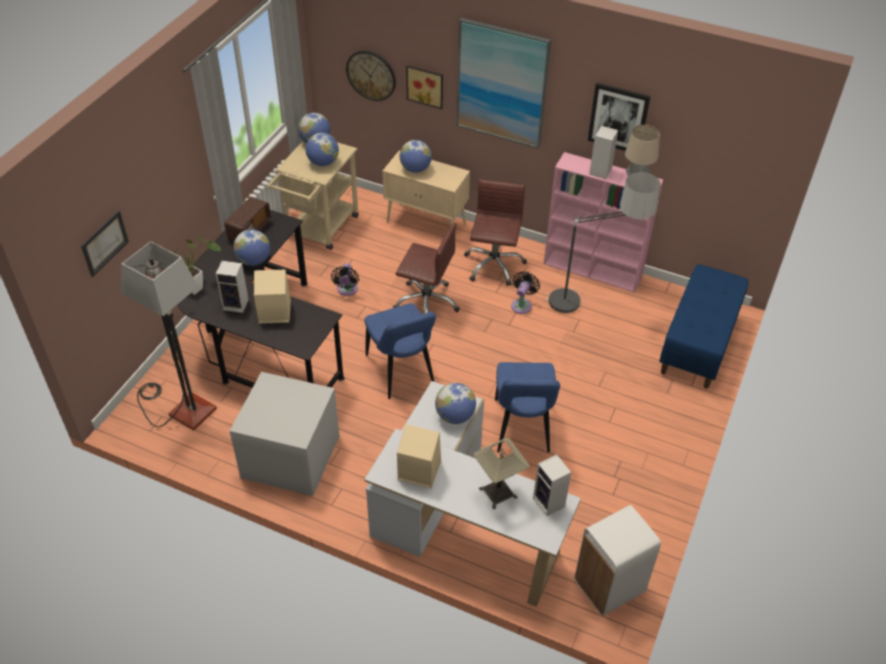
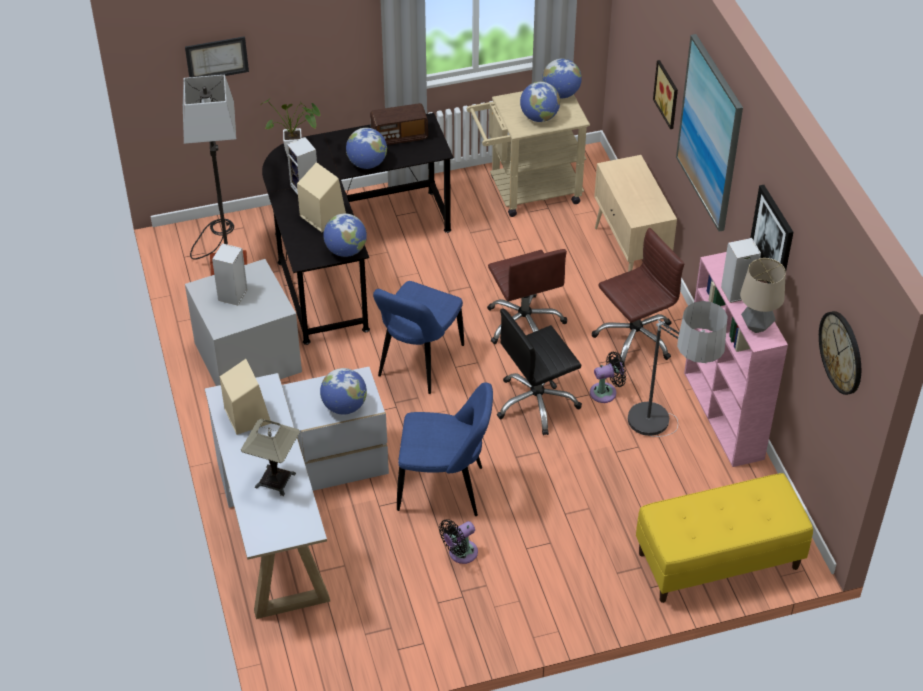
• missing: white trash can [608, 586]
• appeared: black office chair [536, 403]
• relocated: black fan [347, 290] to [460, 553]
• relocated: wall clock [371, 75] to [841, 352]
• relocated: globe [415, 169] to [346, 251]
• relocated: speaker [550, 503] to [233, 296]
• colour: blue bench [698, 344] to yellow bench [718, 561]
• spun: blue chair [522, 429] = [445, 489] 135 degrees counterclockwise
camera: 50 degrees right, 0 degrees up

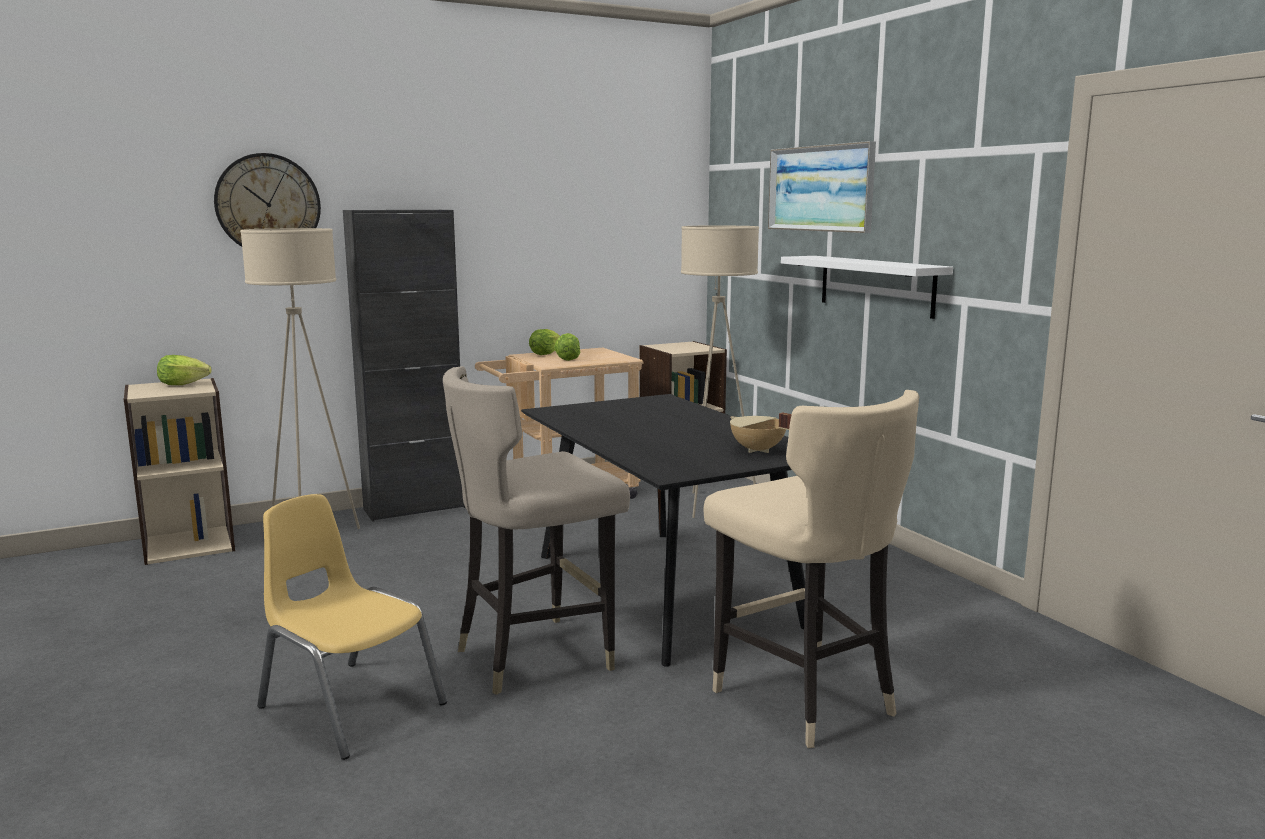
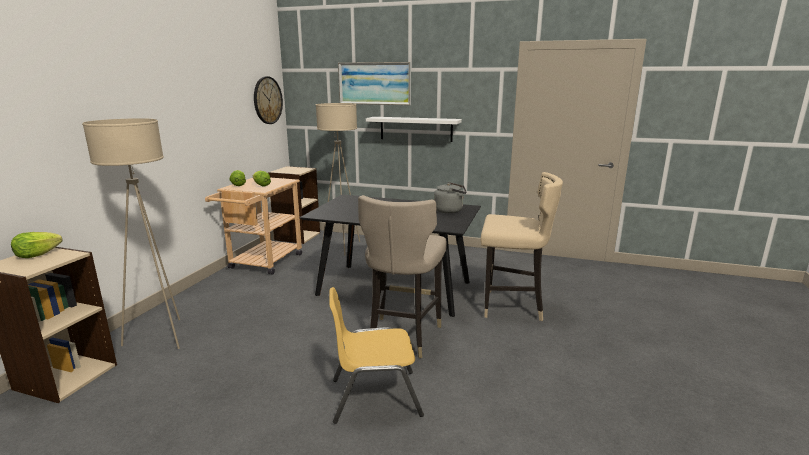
• missing: black cabinet [414, 508]
• relocated: wall clock [268, 204] to [267, 100]
• exchanged: beige cooking pot [757, 450] to grey kettle [450, 210]
camera: 45 degrees left, 5 degrees up

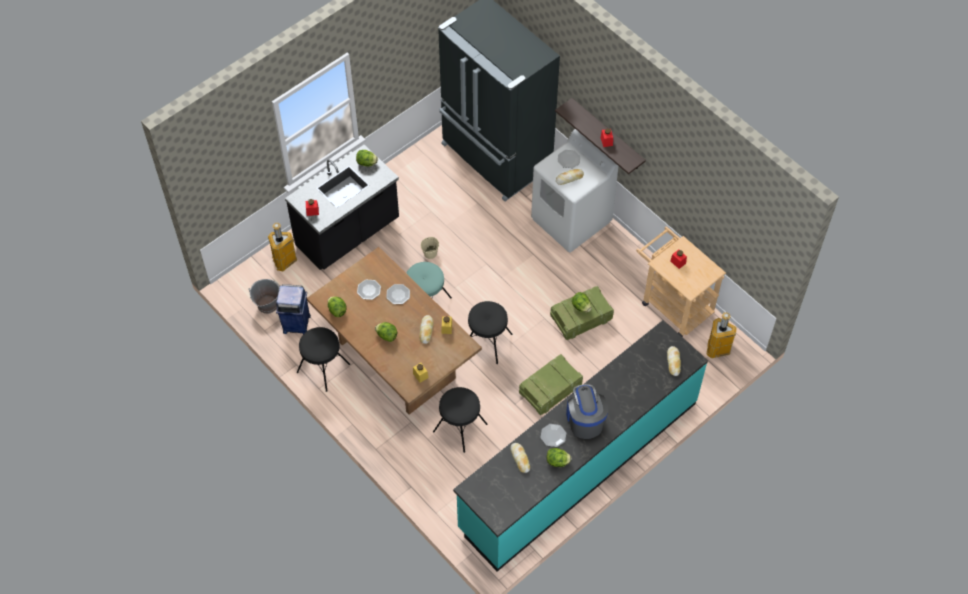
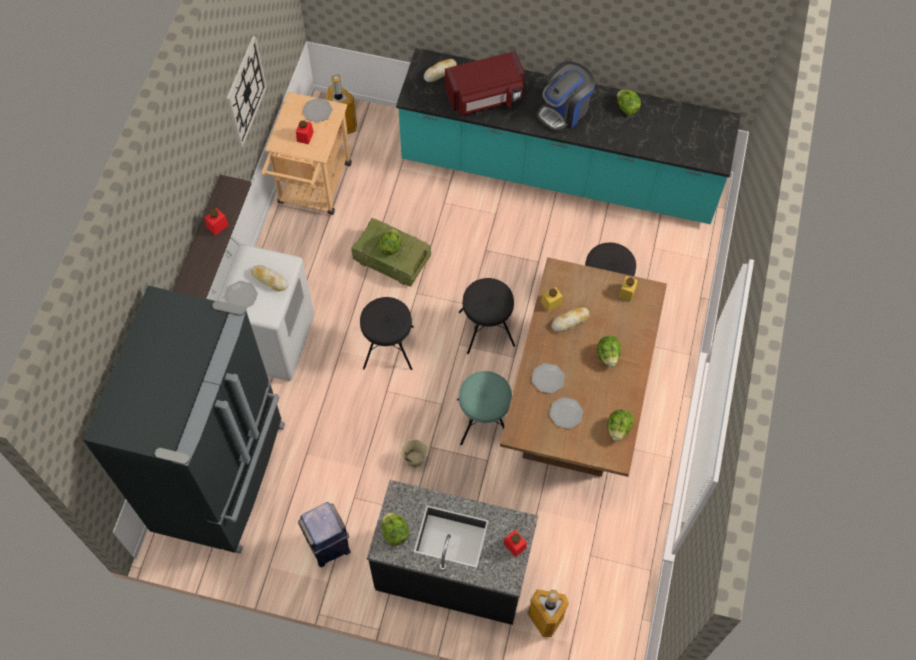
• missing: grey bucket [267, 305]
• missing: bread [520, 459]
• missing: crate [549, 390]
• appeared: wall clock [245, 92]
• appeared: red microwave [485, 98]
• relocated: blue trash can [296, 324] to [328, 546]
• relocated: black stool [323, 368] to [388, 347]
• relocated: plate [553, 435] to [317, 111]
camera: 125 degrees left, 5 degrees up

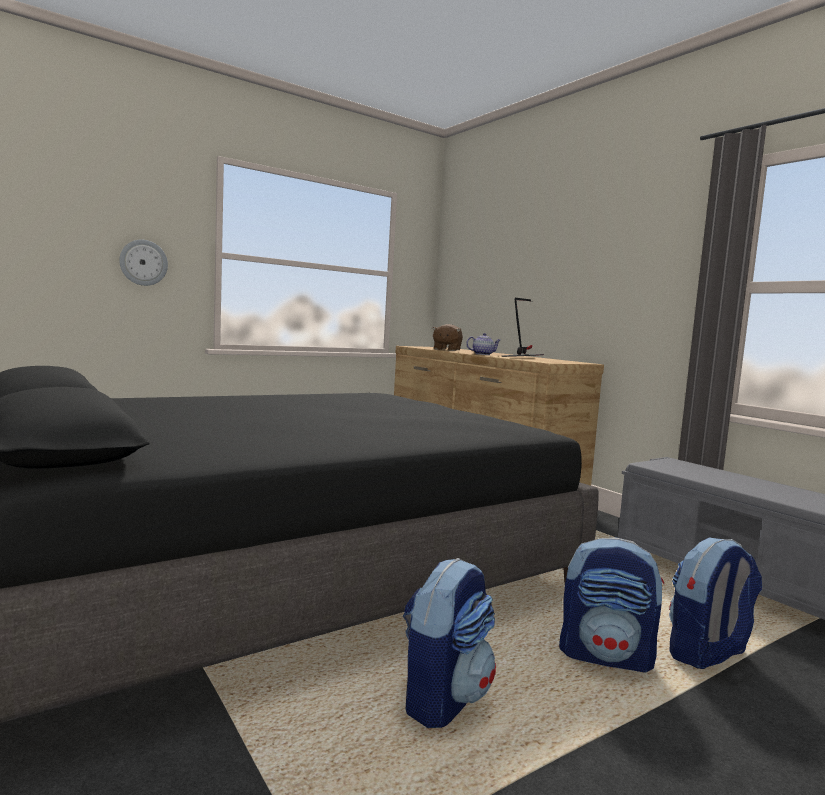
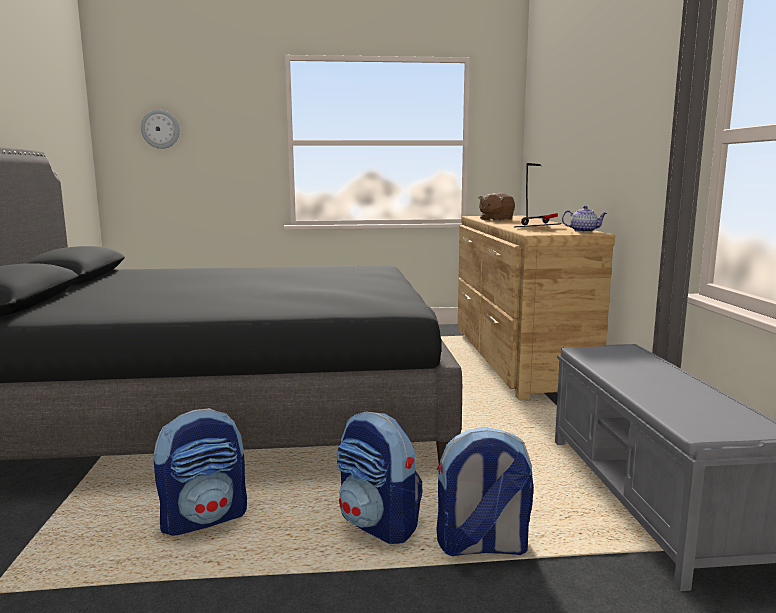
• relocated: wall clock [143, 262] to [160, 129]
• relocated: teapot [483, 354] to [583, 231]
camera: 30 degrees right, 5 degrees up

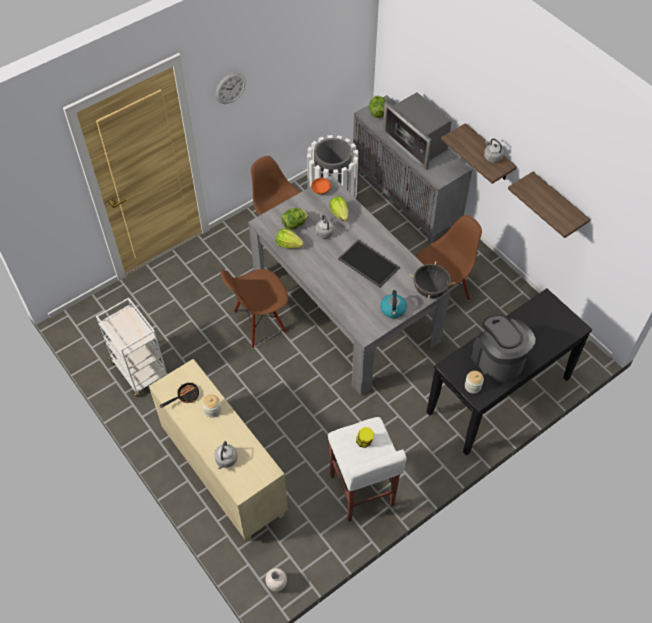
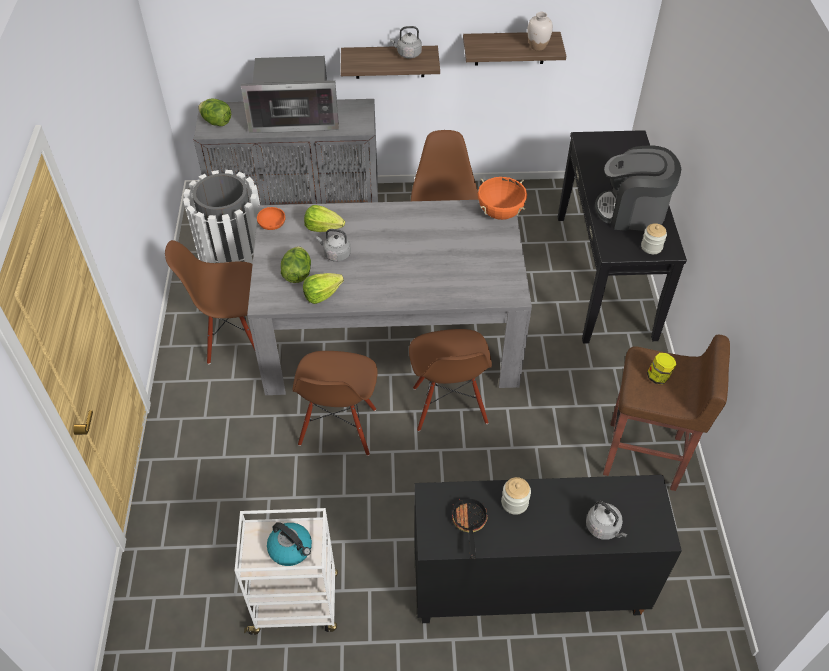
• missing: wall clock [230, 88]
• missing: tray [369, 263]
• appeared: brown chair [448, 406]
• relocated: white vase [276, 585] to [537, 46]
• relocated: kettle [393, 310] to [291, 549]
• colour: beige cabinet [223, 473] to black cabinet [526, 589]
• colour: white stool [361, 491] to brown stool [643, 457]
• colour: black cooking pot [430, 290] to orange cooking pot [500, 213]
camera: 55 degrees left, 5 degrees down

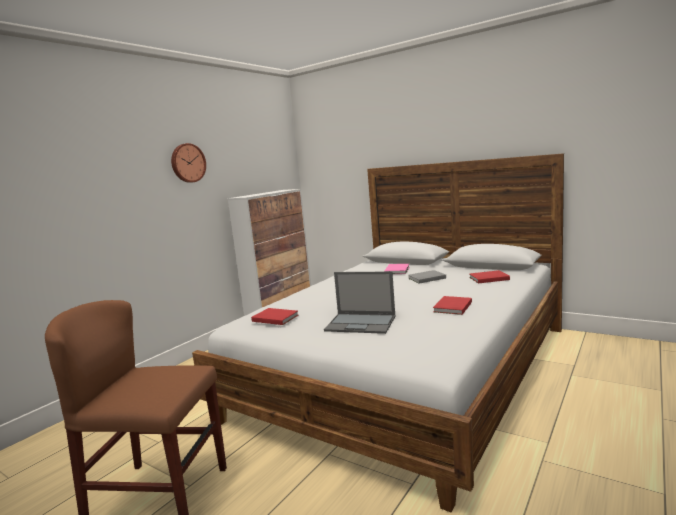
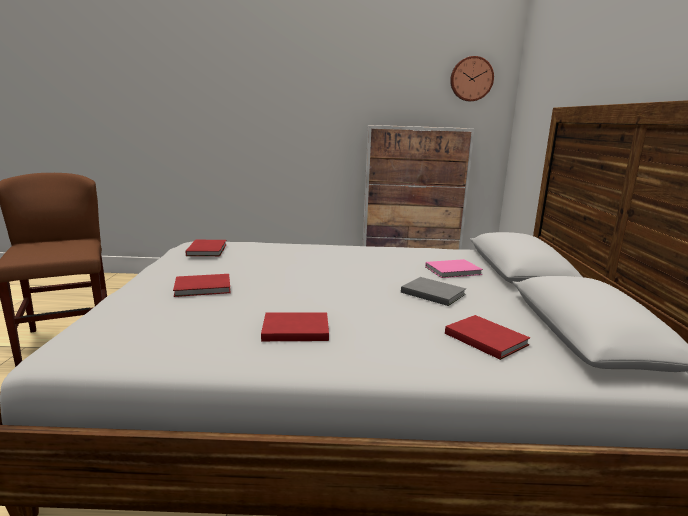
• relocated: wall clock [187, 163] to [471, 79]
• exchanged: laptop [361, 323] to red book [204, 288]
camera: 55 degrees right, 5 degrees up

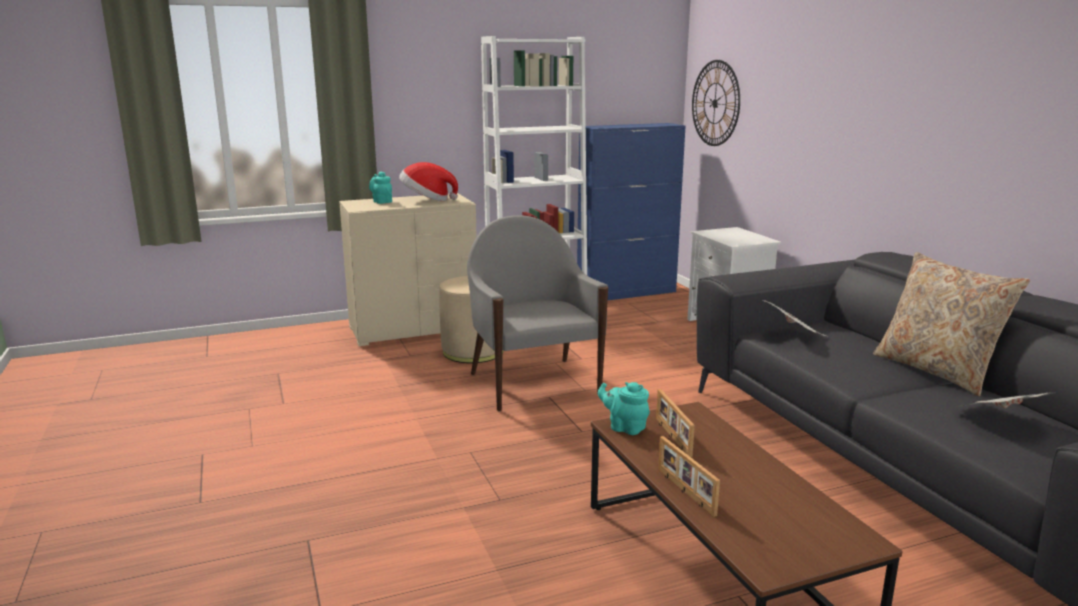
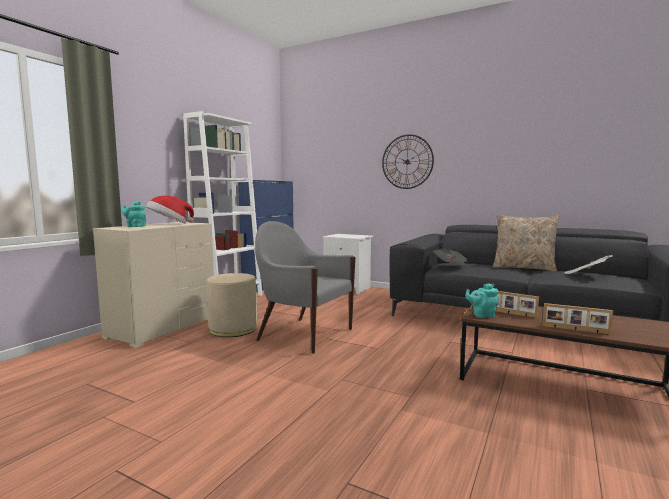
• relocated: wall clock [715, 103] to [407, 161]
camera: 40 degrees left, 10 degrees down

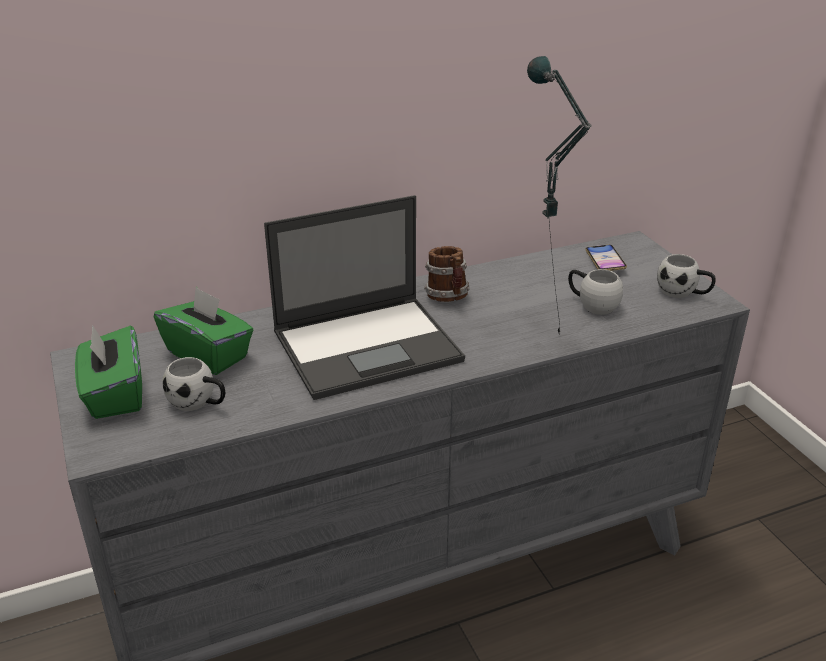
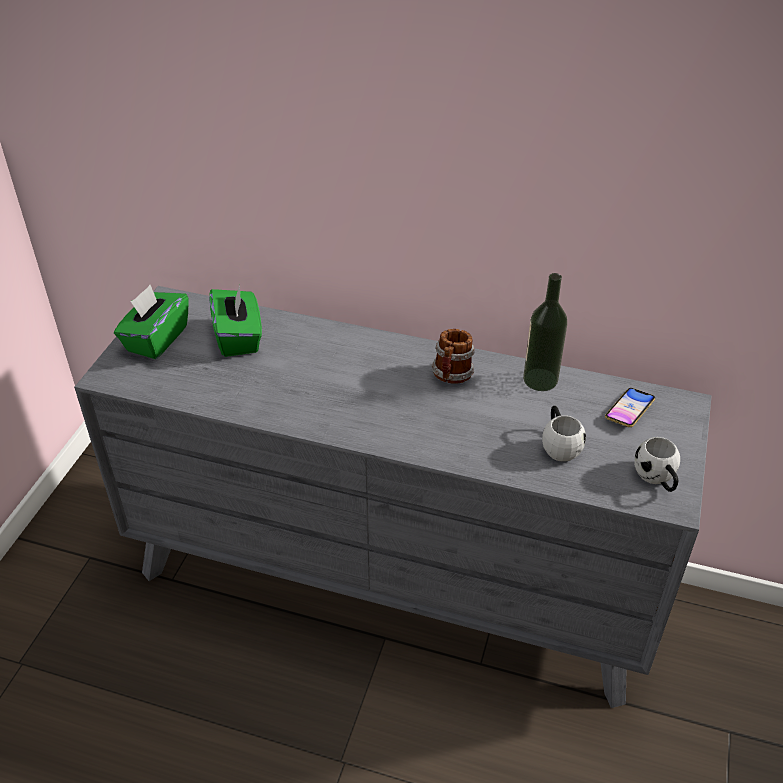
• missing: white mug [199, 403]
• missing: laptop [369, 346]
• missing: table lamp [540, 329]
• appeared: bottle [540, 379]
camera: 40 degrees right, 10 degrees up

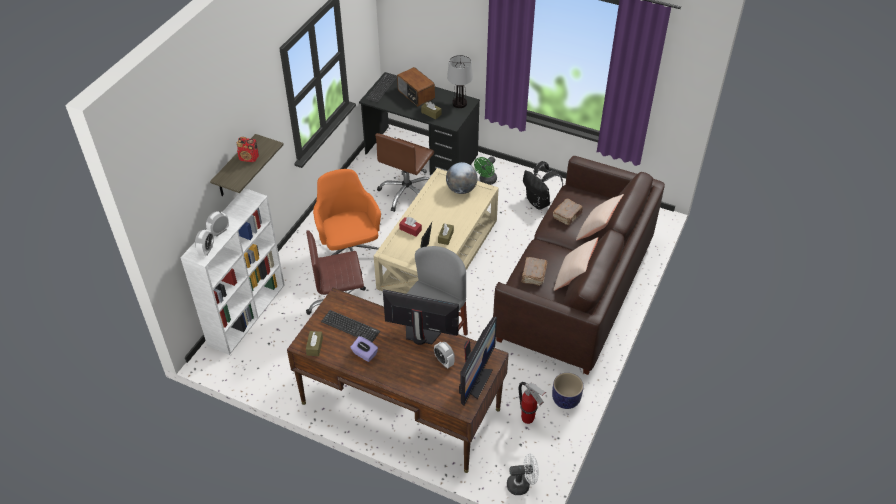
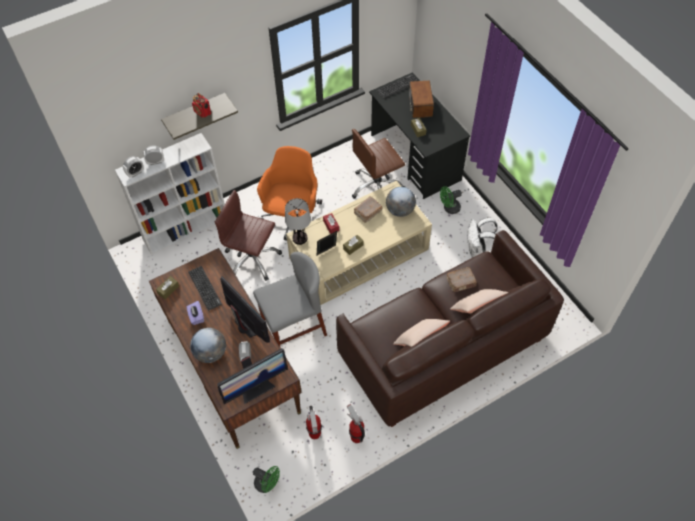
• appeared: globe [211, 353]
• relocated: table lamp [459, 103] to [300, 238]
• relocated: brown book [533, 275] to [367, 212]
• exchanged: planter [566, 400] to fire extinguisher [356, 437]
• colour: white fan [522, 484] to green fan [267, 484]
• colour: black backpack [539, 202] to white backpack [478, 251]
camera: 35 degrees right, 10 degrees up

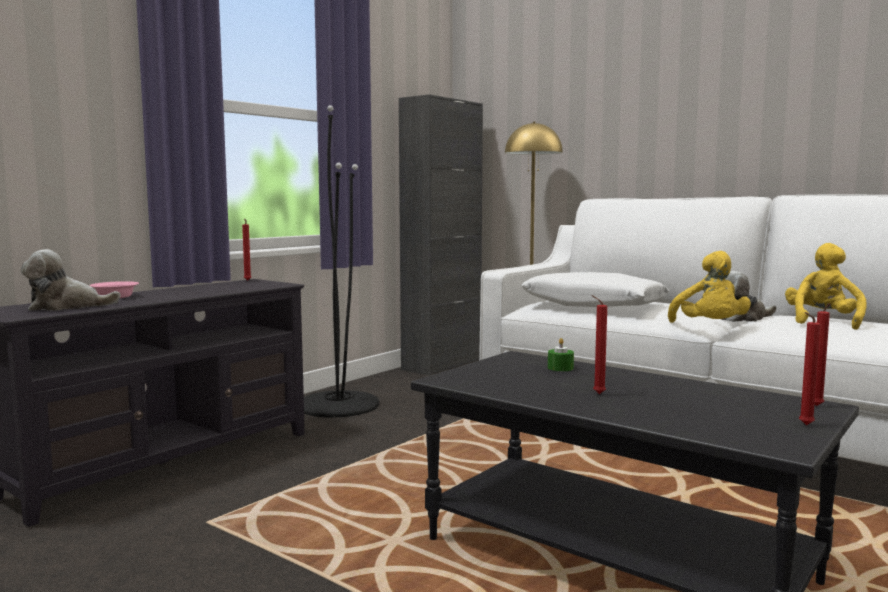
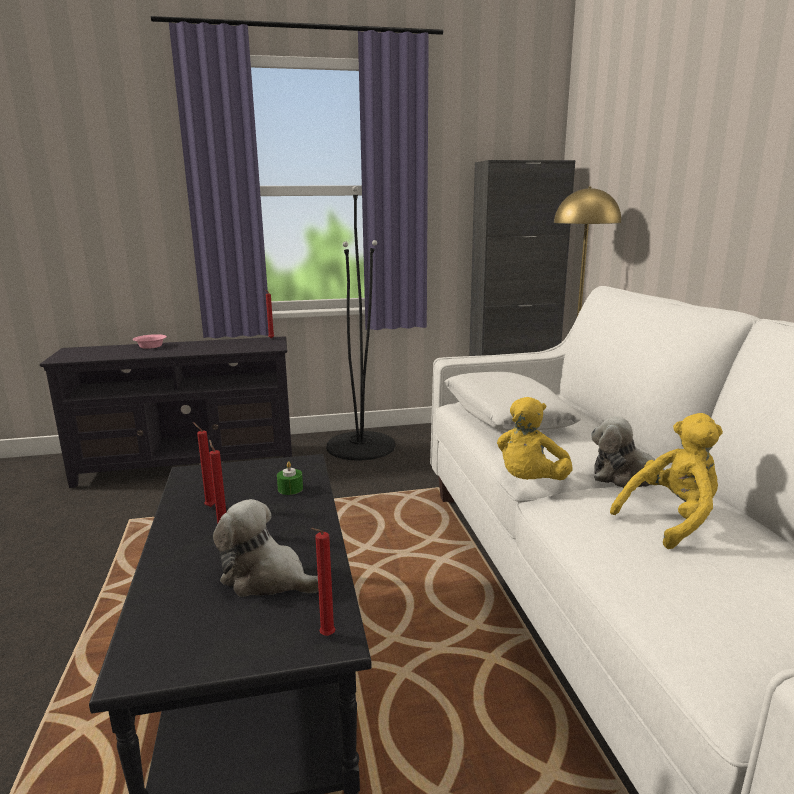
• relocated: plush toy [66, 307] to [267, 578]
• relocated: red candle [804, 425] to [209, 506]
camera: 40 degrees right, 10 degrees up

